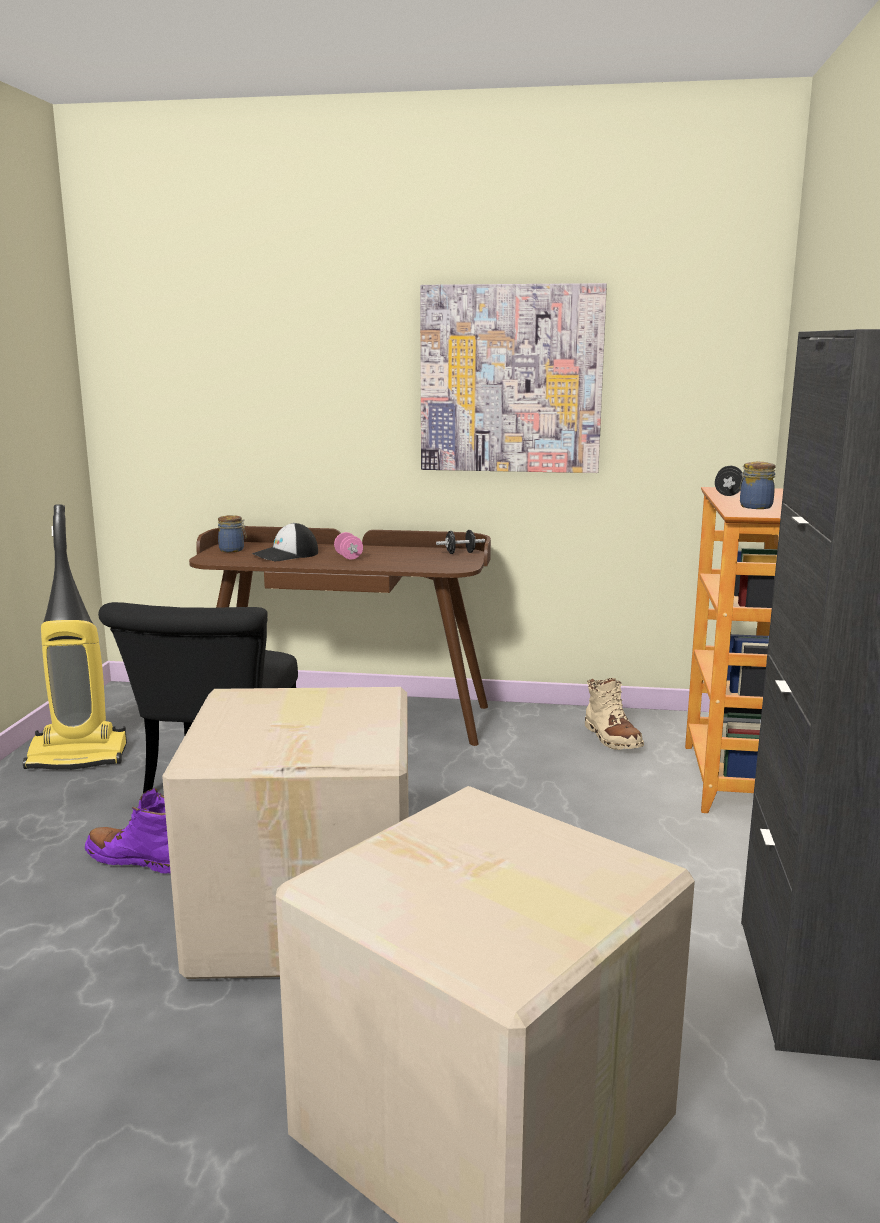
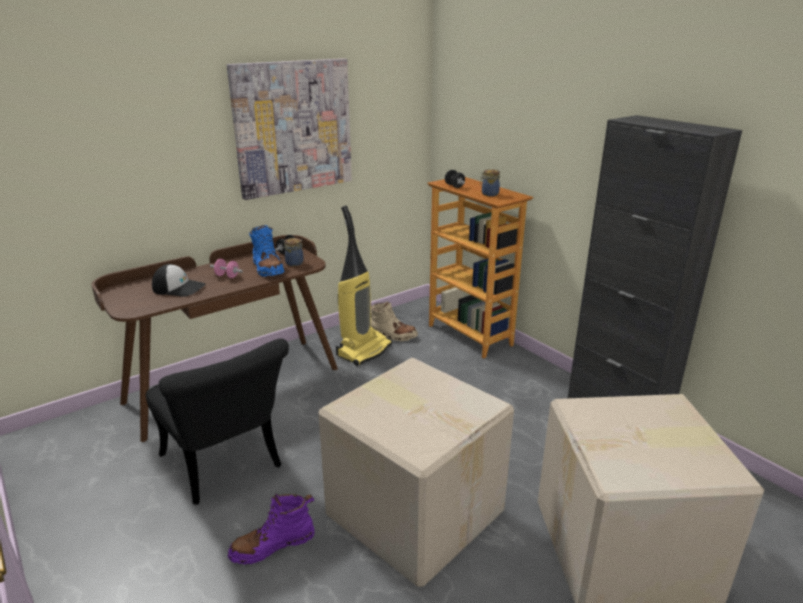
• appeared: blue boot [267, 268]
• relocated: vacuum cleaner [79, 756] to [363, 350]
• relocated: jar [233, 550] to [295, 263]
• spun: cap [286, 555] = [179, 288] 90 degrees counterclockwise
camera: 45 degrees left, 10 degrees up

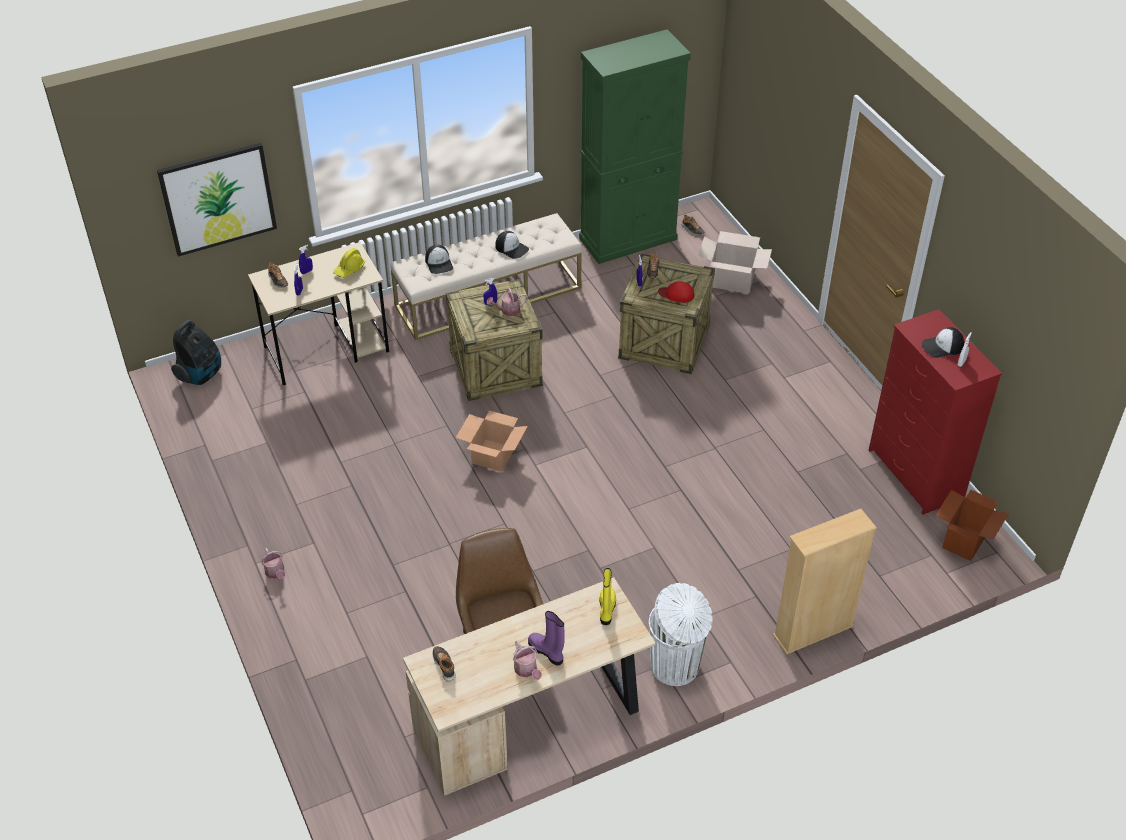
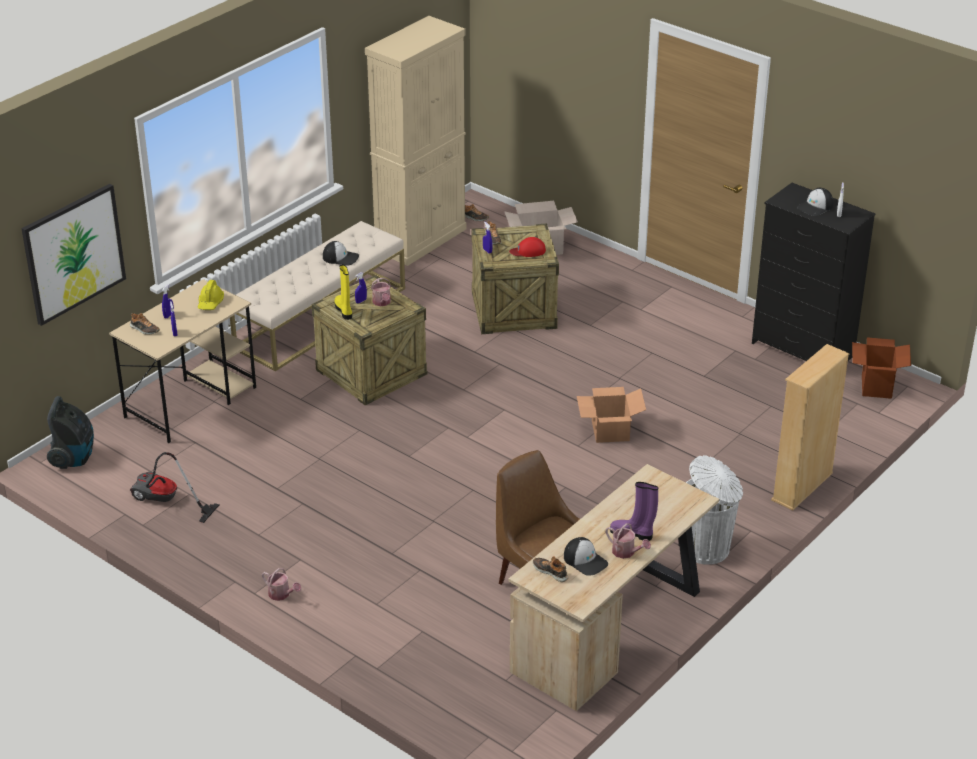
• appeared: vacuum cleaner [165, 502]
• relocated: cap [439, 263] to [585, 560]
• relocated: cardboard box [493, 456] to [611, 431]
• relocated: yellow boot [606, 609] to [344, 310]
• colour: green cabinet [628, 239] to beige cabinet [420, 239]
• colour: red dresser [915, 475] to black dresser [803, 350]
• spun: watering can [507, 311] = [382, 303] 60 degrees counterclockwise
camera: 25 degrees left, 10 degrees down

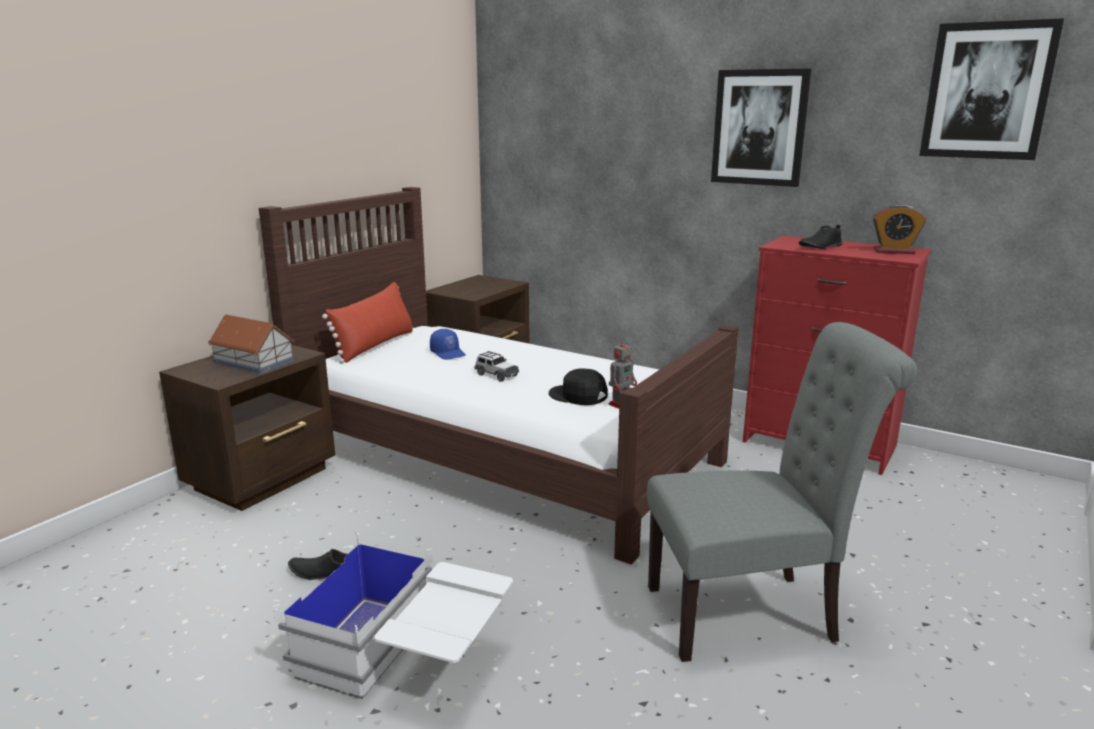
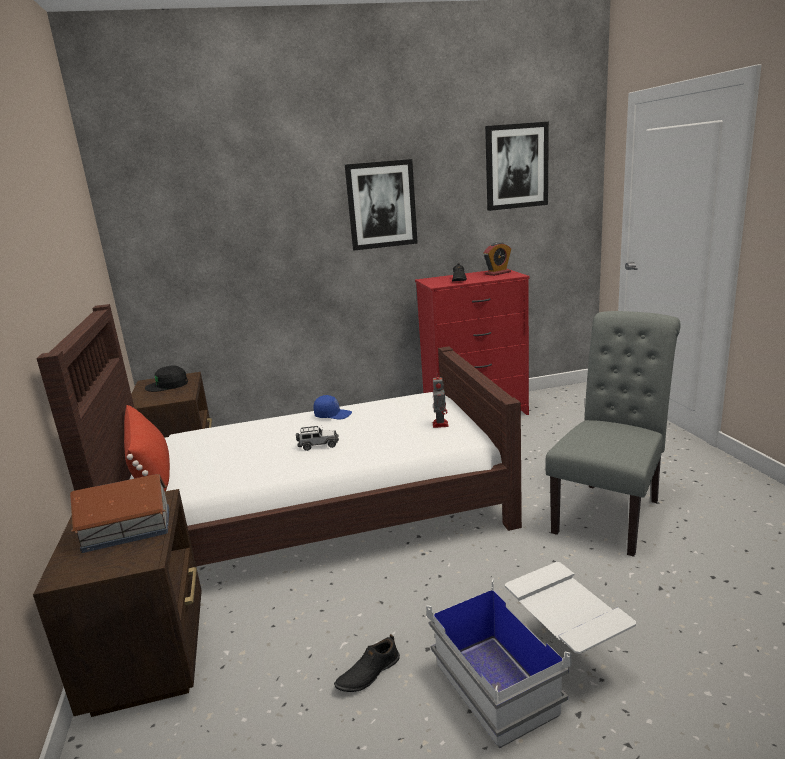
• relocated: blue cap [448, 353] to [333, 415]
• relocated: black cap [578, 395] to [167, 385]
camera: 45 degrees left, 0 degrees up

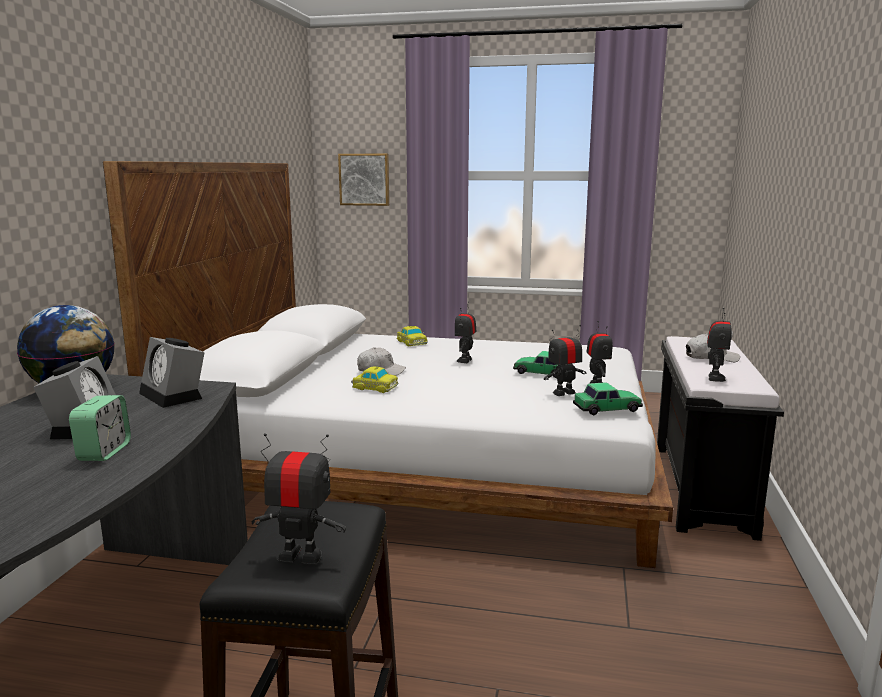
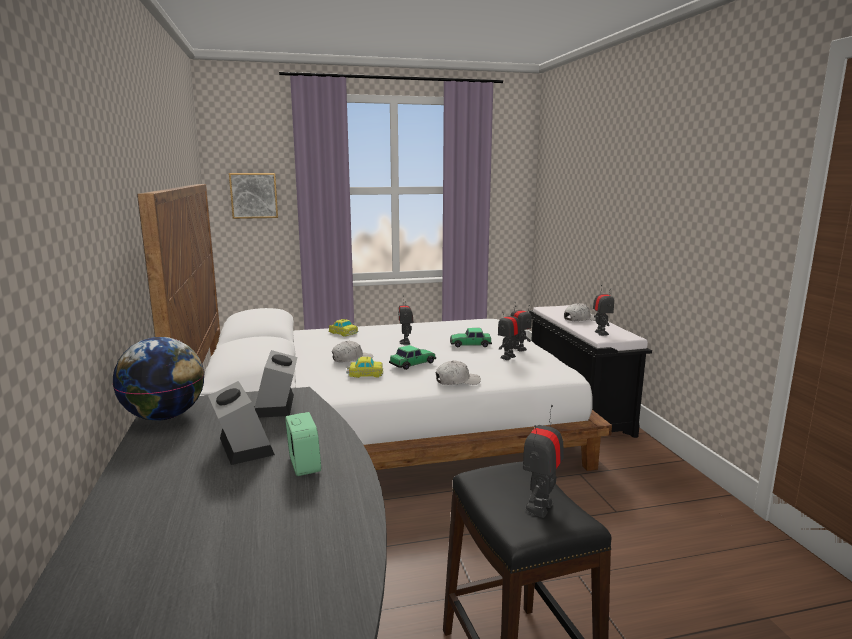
• appeared: white cap [457, 381]
• relocated: toy car [607, 408] to [413, 363]
• spun: alarm clock [174, 395] = [277, 406] 60 degrees clockwise
• spun: toy robot [301, 556] = [540, 507] 45 degrees counterclockwise
camera: 25 degrees left, 0 degrees up

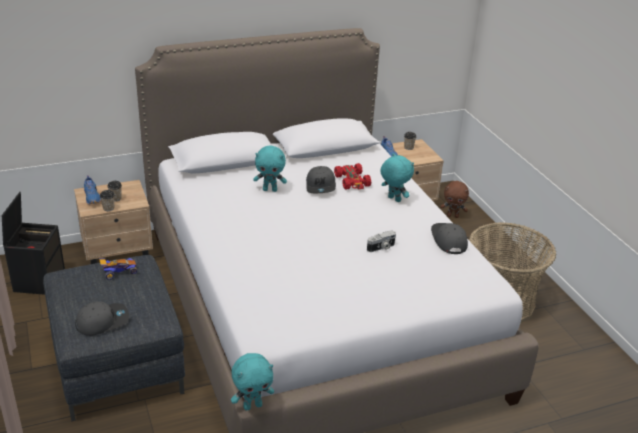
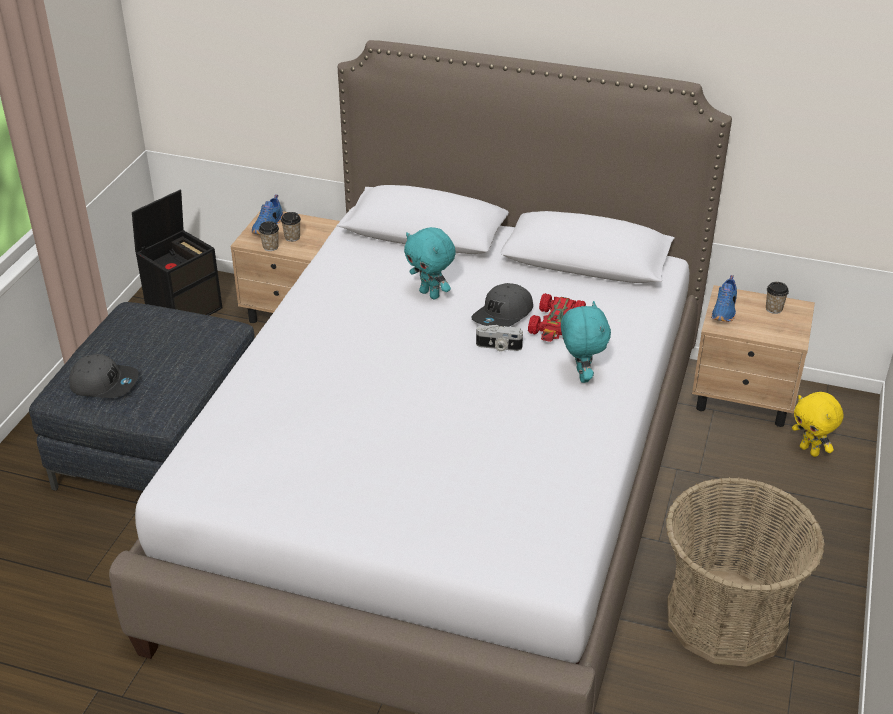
• missing: toy car [119, 272]
• missing: turquoise plush toy [252, 405]
• missing: grey cap [448, 240]
• relocated: photo camera [381, 248] to [498, 347]
• colour: brown plush toy [453, 216] to yellow plush toy [810, 450]
camera: 40 degrees right, 5 degrees up

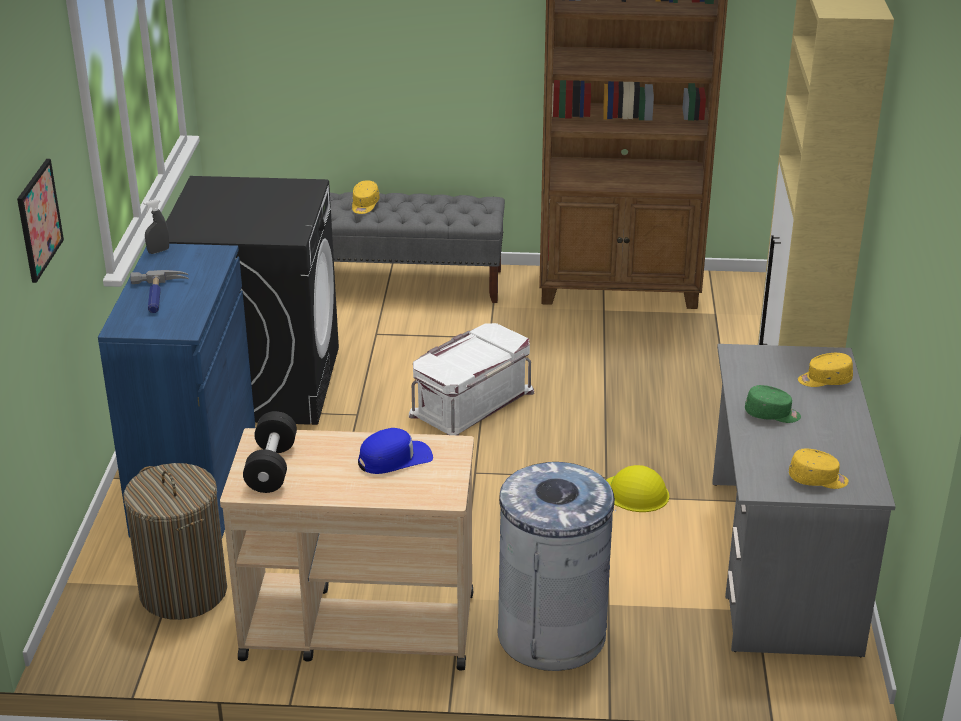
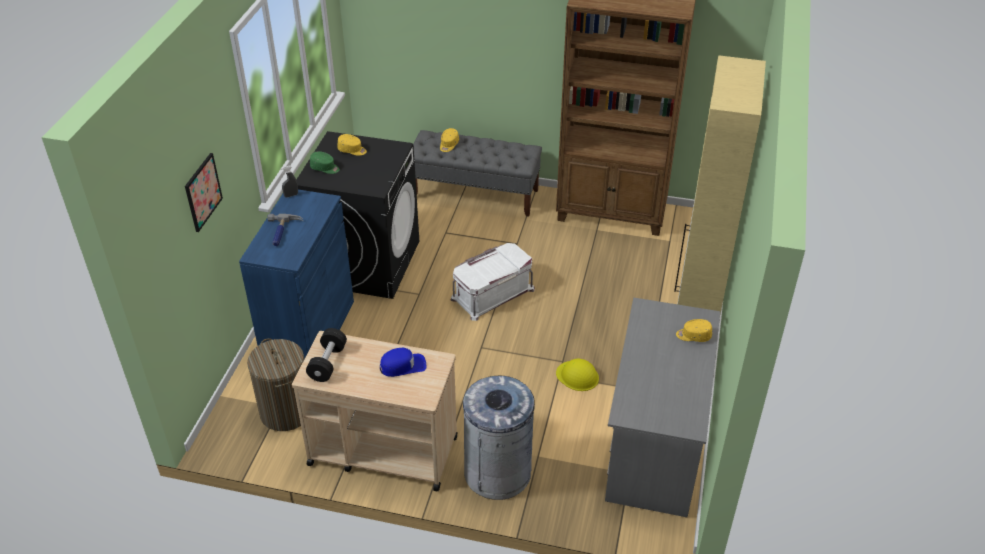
• relocated: green cap [772, 414] to [325, 168]
• relocated: yellow cap [818, 479] to [352, 150]
camera: 10 degrees right, 10 degrees up

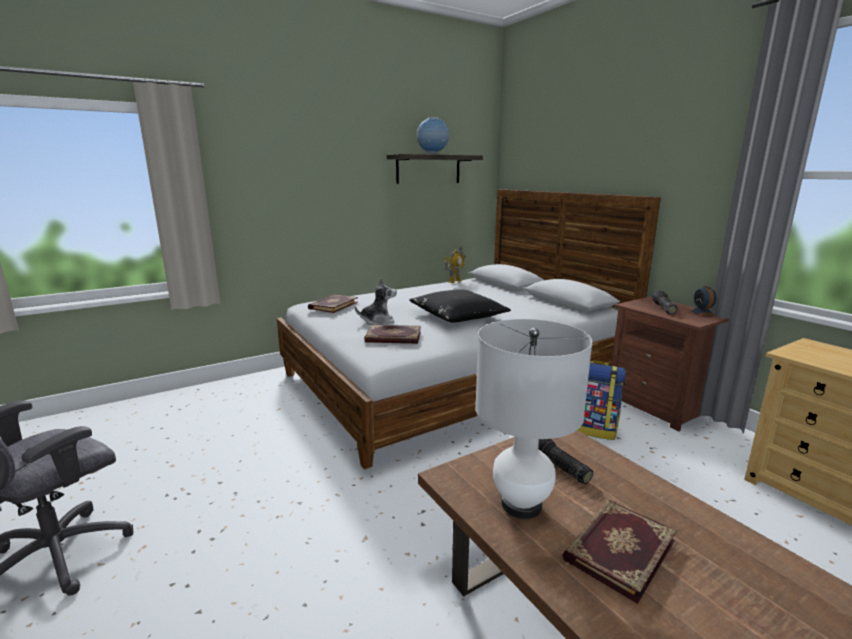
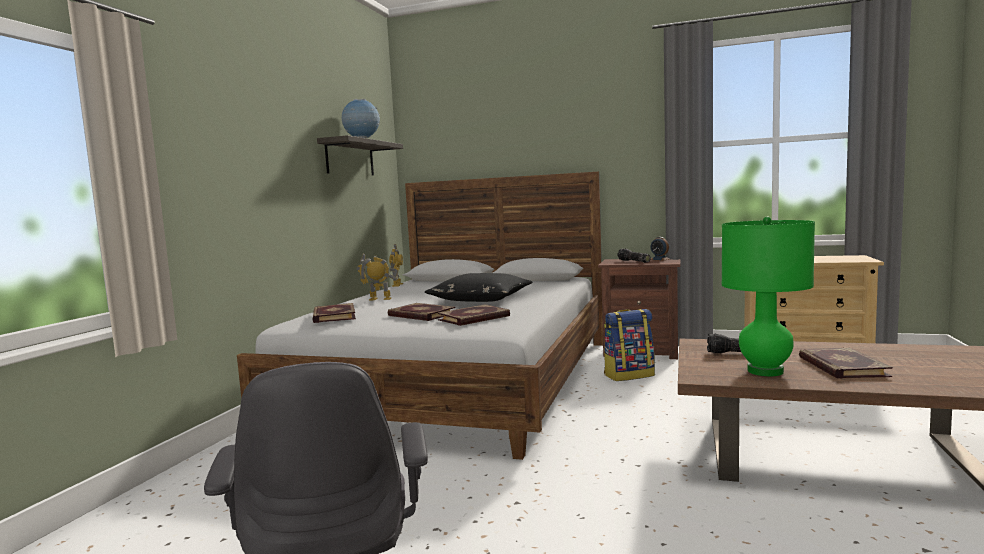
• appeared: toy robot [380, 299]
• exchanged: plush toy [378, 321] to book [421, 315]
• colour: white table lamp [521, 505] to green table lamp [765, 371]
camera: 40 degrees left, 10 degrees down

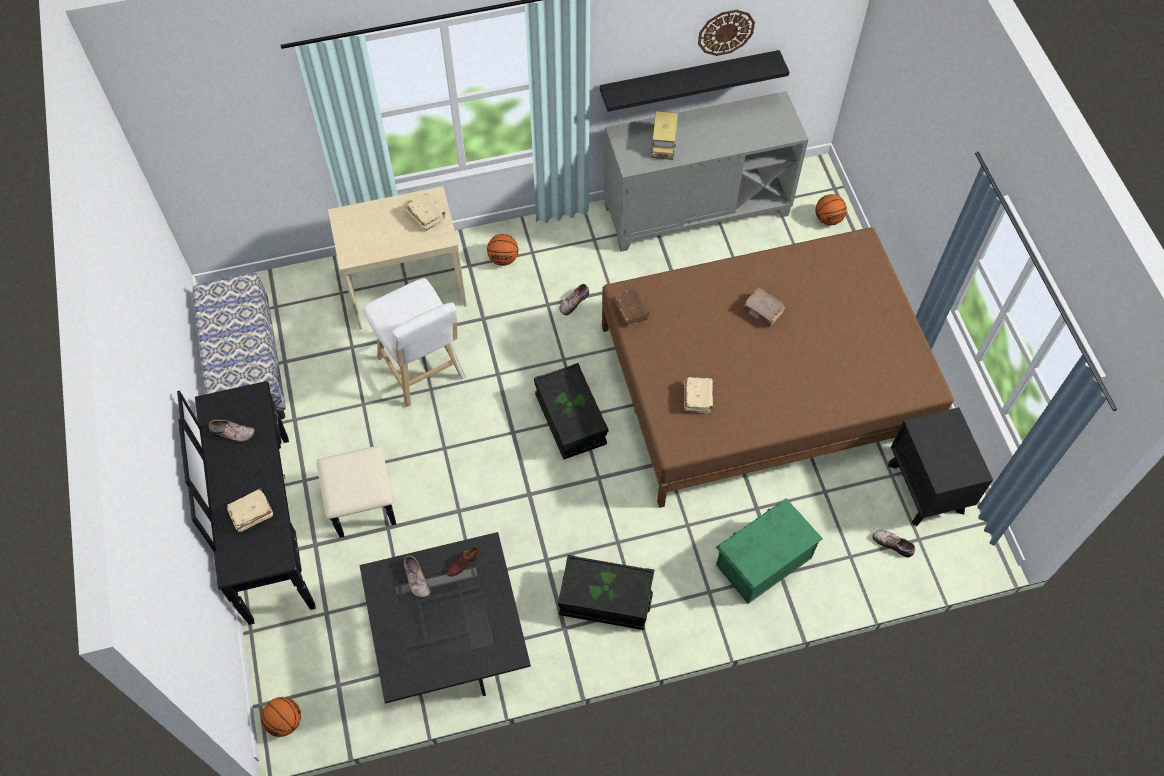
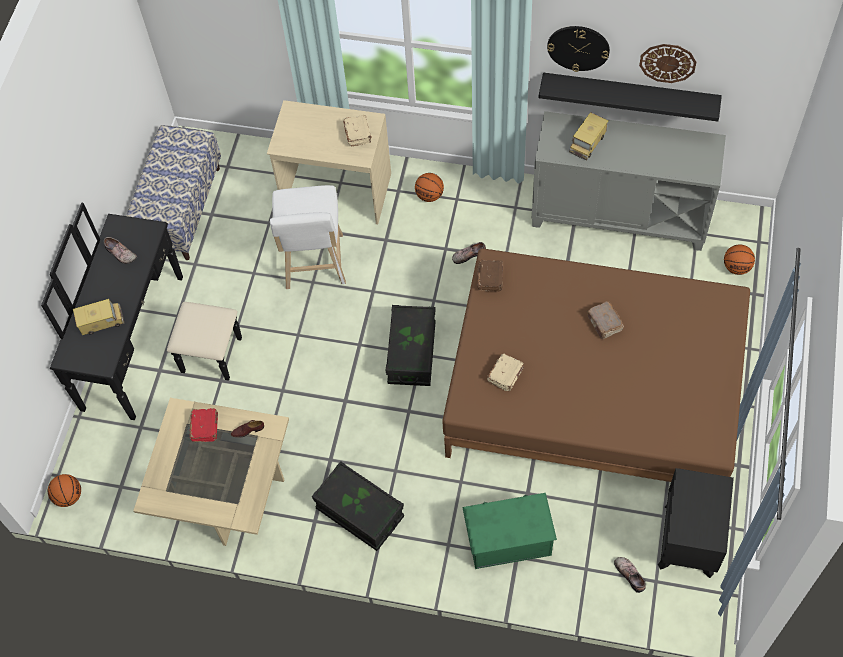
• appeared: wall clock [578, 47]
• exchanged: beige book [251, 514] to toy truck [101, 321]
• exchanged: shoe [415, 580] to red book [205, 427]
• colour: black coffee table [450, 636] to beige coffee table [223, 487]
camera: 30 degrees right, 0 degrees up

